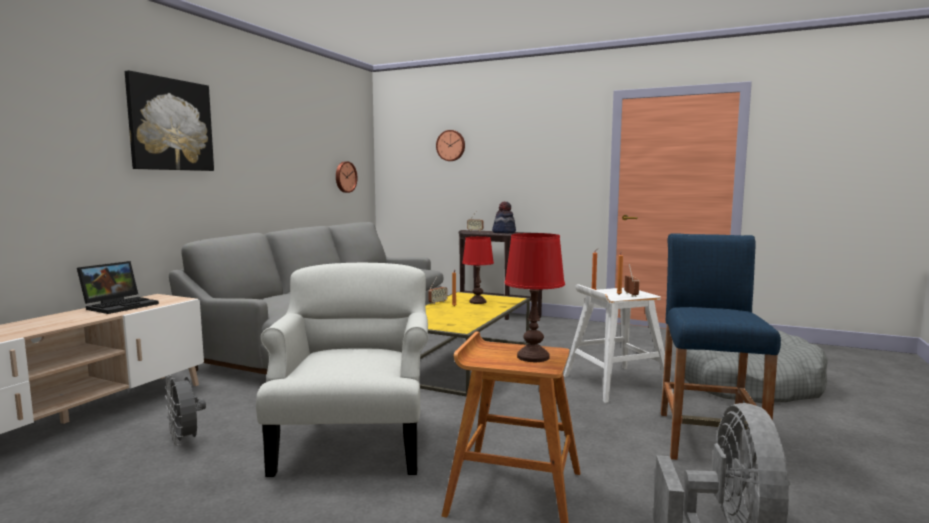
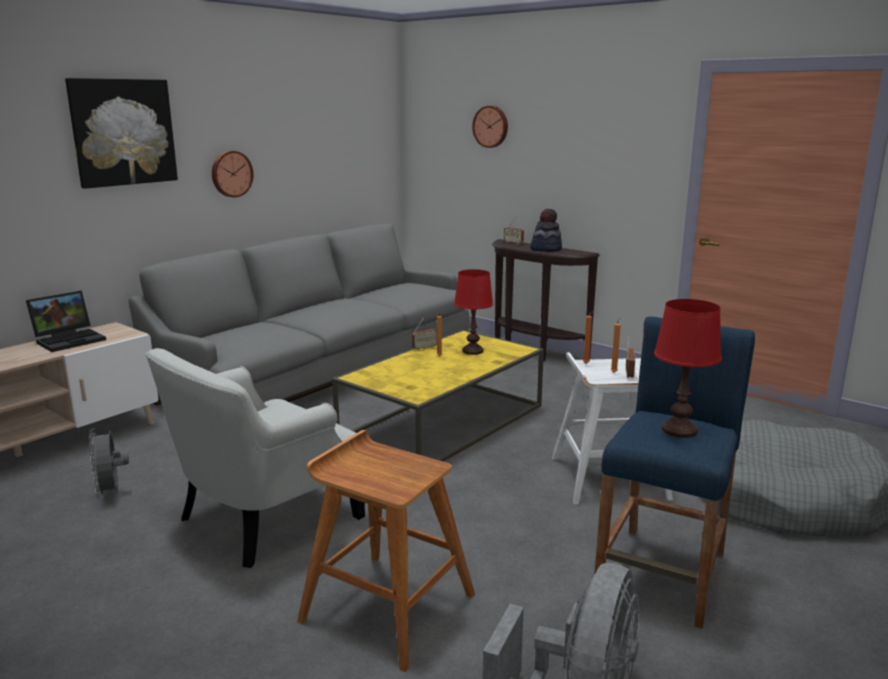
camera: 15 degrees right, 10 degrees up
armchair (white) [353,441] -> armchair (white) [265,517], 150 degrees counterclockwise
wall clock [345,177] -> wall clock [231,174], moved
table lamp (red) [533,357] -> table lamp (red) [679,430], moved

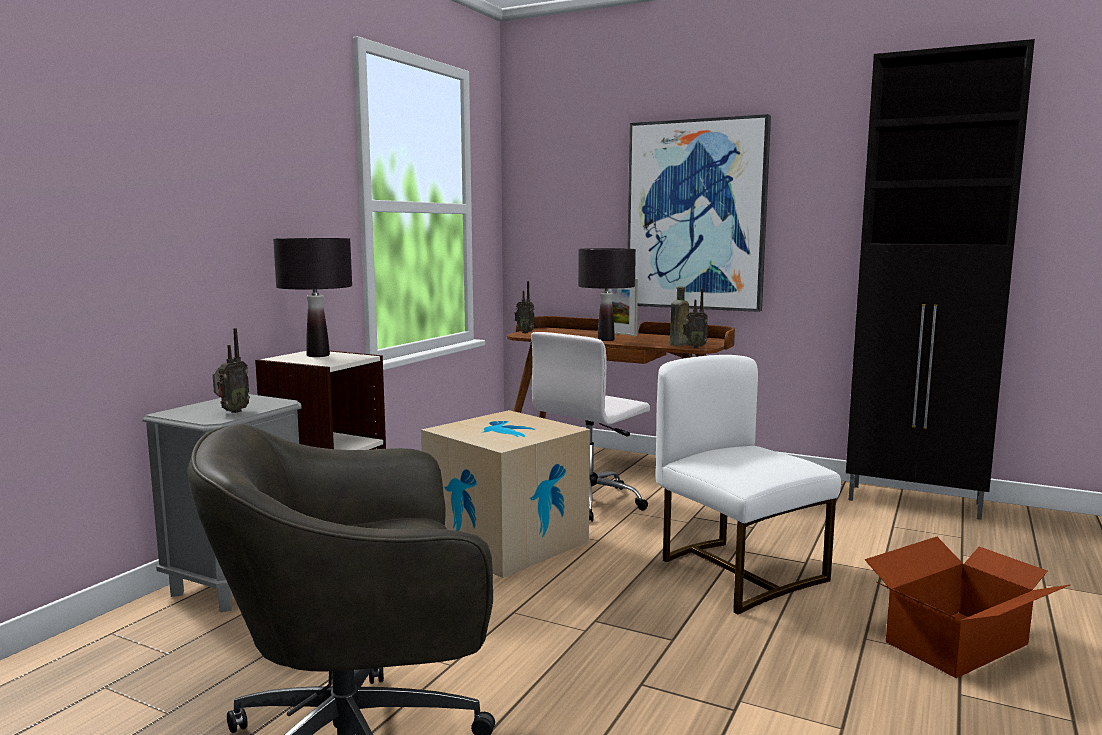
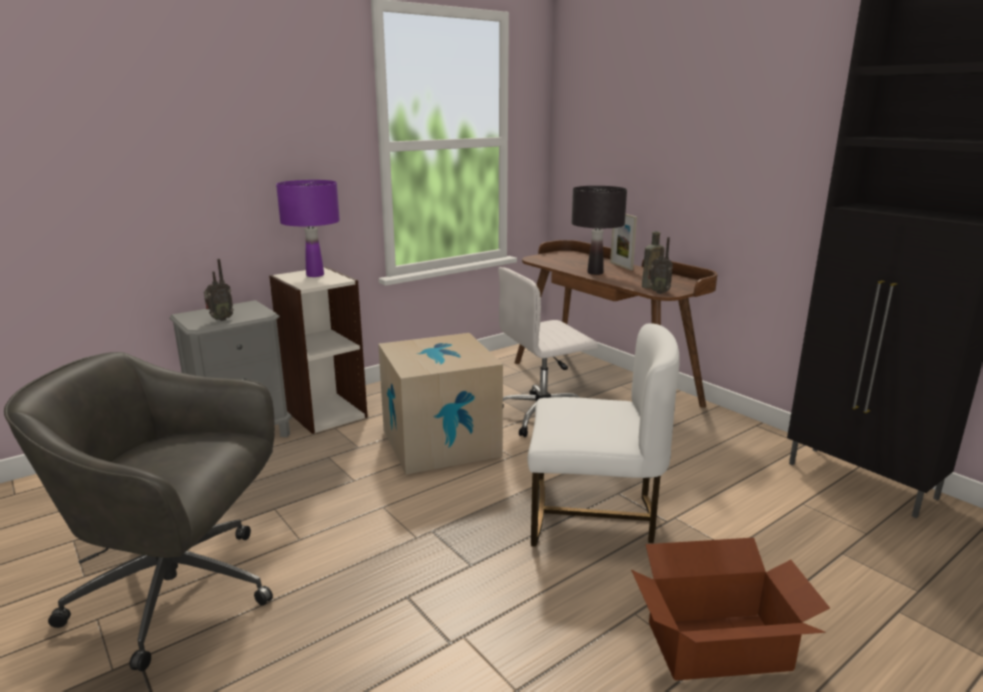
camera: 25 degrees right, 10 degrees up
table lamp (black) [318,355] -> table lamp (purple) [315,275]
radio [525,332] -> none
picture [696,215] -> none
chair (white) [736,572] -> chair (white) [592,515], 105 degrees clockwise

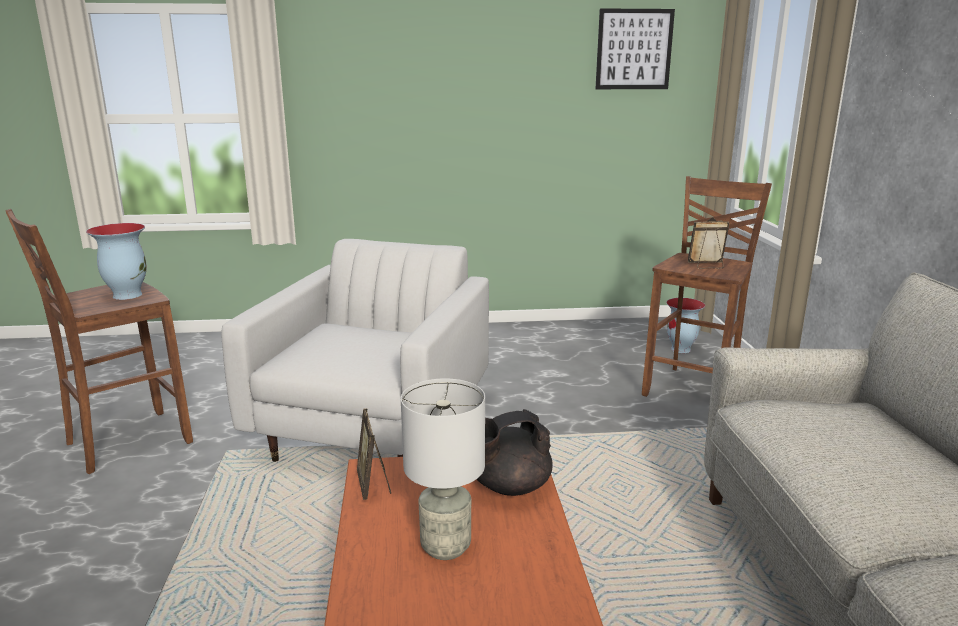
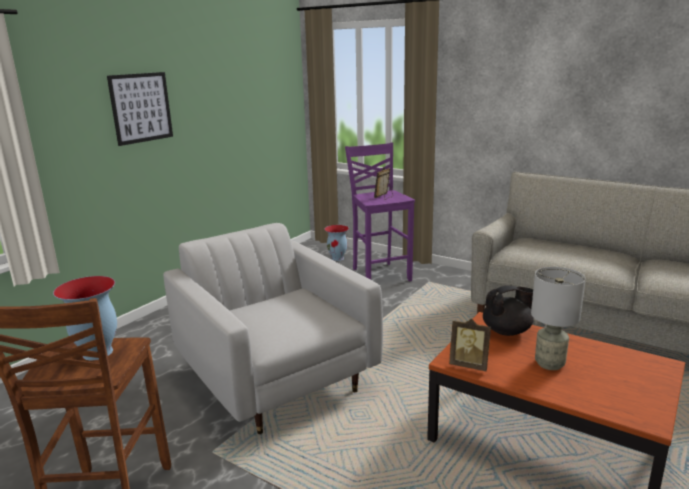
camera: 50 degrees left, 0 degrees up
teapot (black) [508,486] -> teapot (black) [507,331], 120 degrees counterclockwise
picture [634,49] -> picture [141,108], moved
stool (brown) [694,388] -> stool (purple) [380,274]

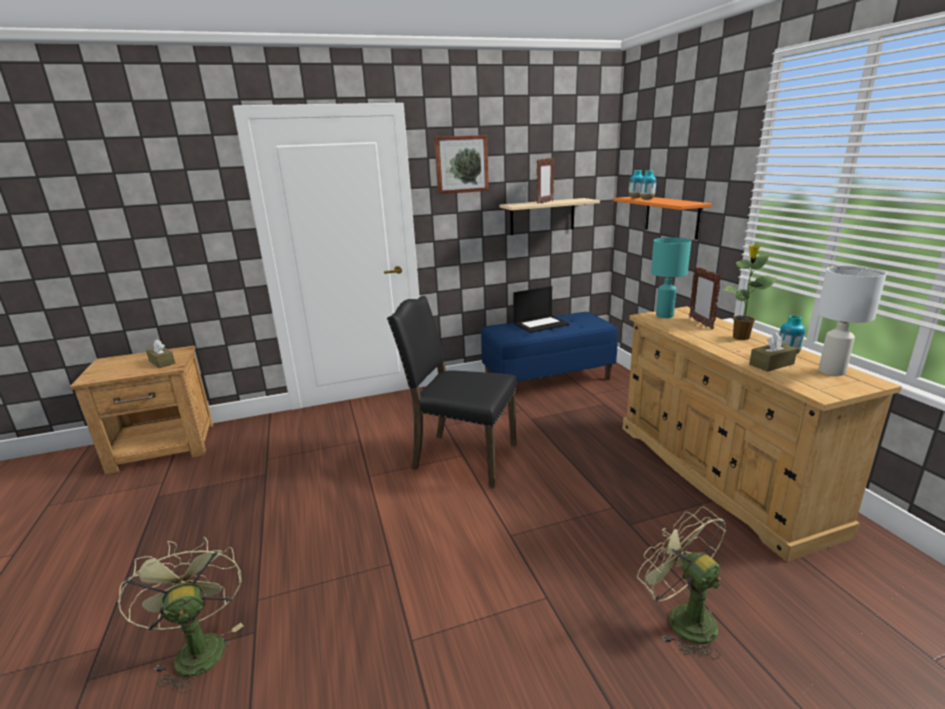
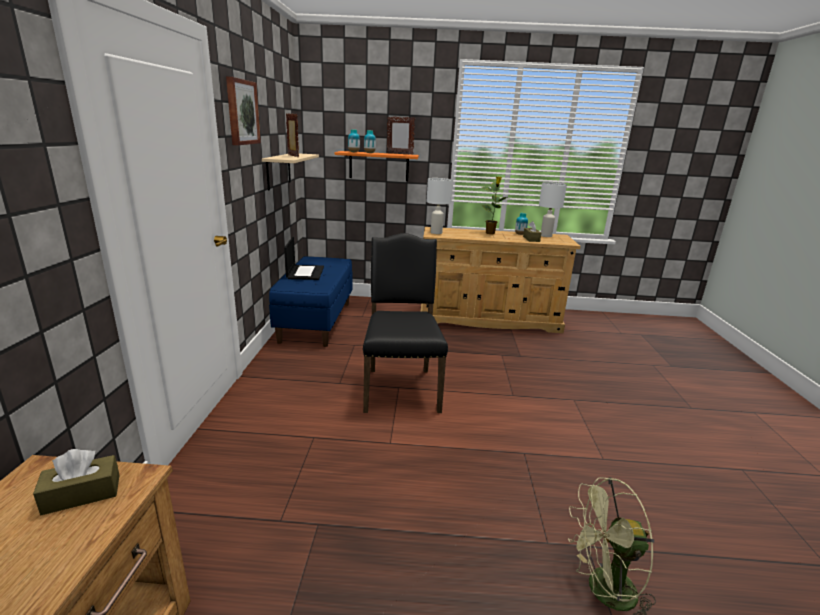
camera: 70 degrees left, 0 degrees up
chair (black) [462,457] -> chair (black) [400,388], 135 degrees clockwise
fan (green) [681,617] -> none
table lamp (turquoise) [665,315] -> table lamp (white) [436,232]
picture frame [700,323] -> picture frame [399,154], moved

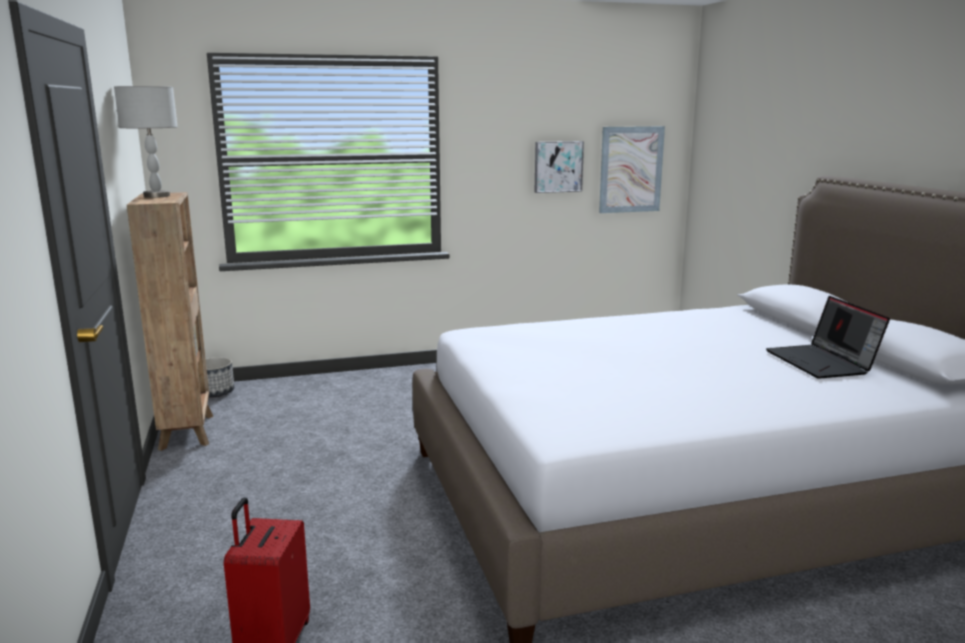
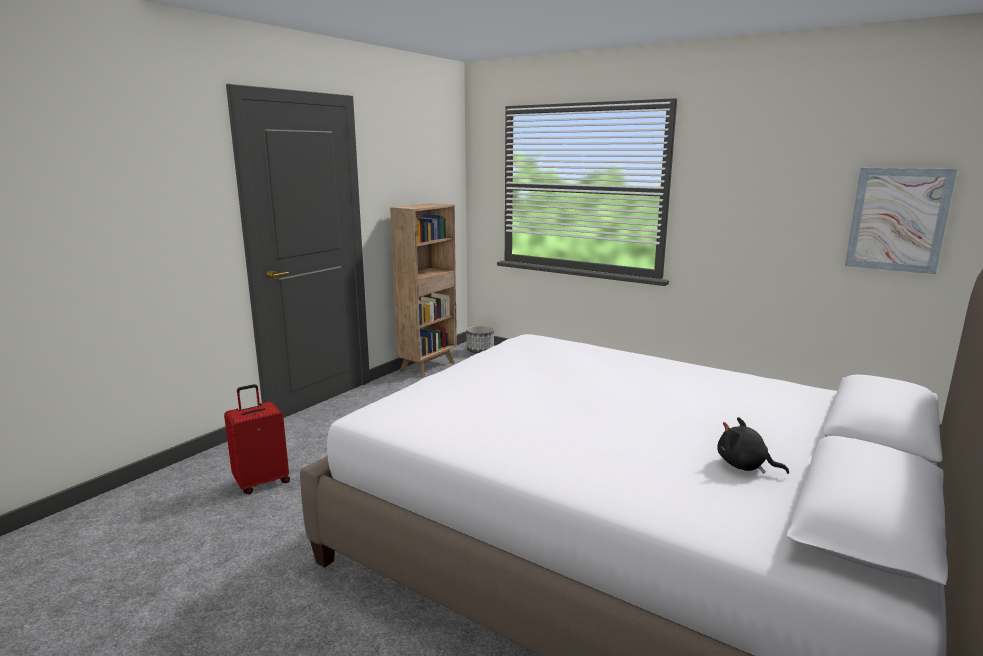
camera: 50 degrees right, 0 degrees up
table lamp (grey) [156,196] -> none
picture [558,166] -> none
laptop [822,363] -> plush toy (black) [744,466]

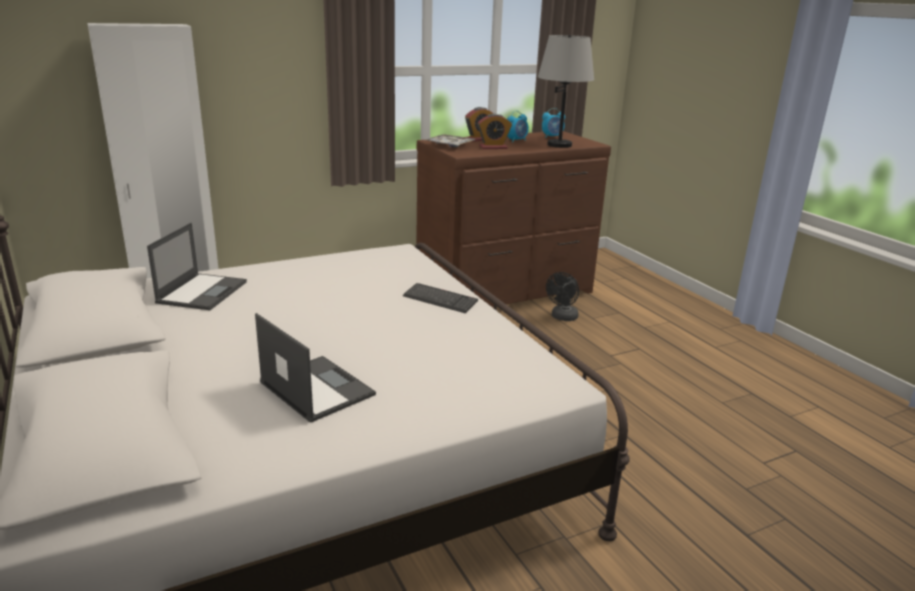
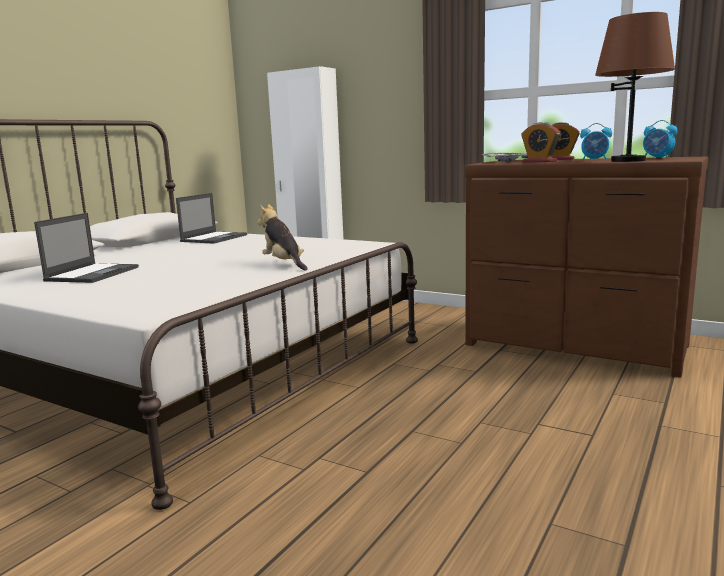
camera: 60 degrees right, 10 degrees down
laptop [202,292] -> laptop [214,238], 45 degrees counterclockwise
keyboard [440,300] -> plush toy [284,264]
table lamp (grey) [559,145] -> table lamp (brown) [628,160]
fan (black) [562,318] -> none

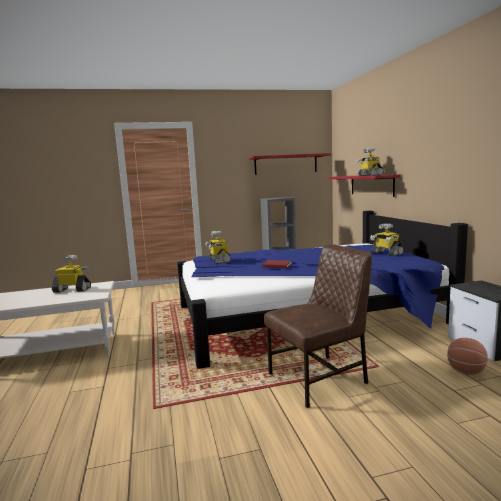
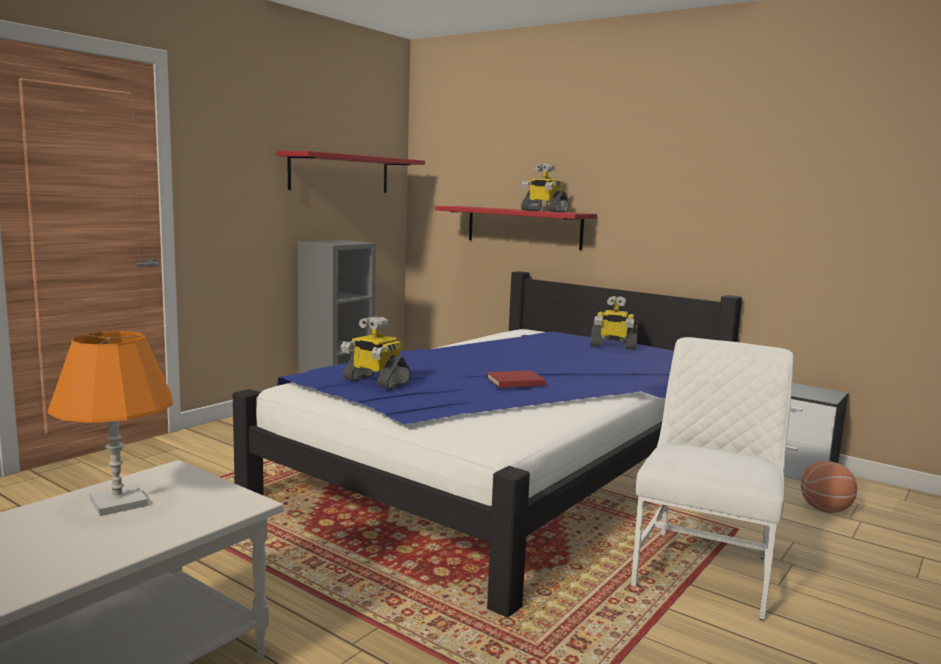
camera: 40 degrees left, 0 degrees up
toy robot [73,290] -> table lamp (orange) [118,502]
chair (brown) [319,379] -> chair (white) [705,571]

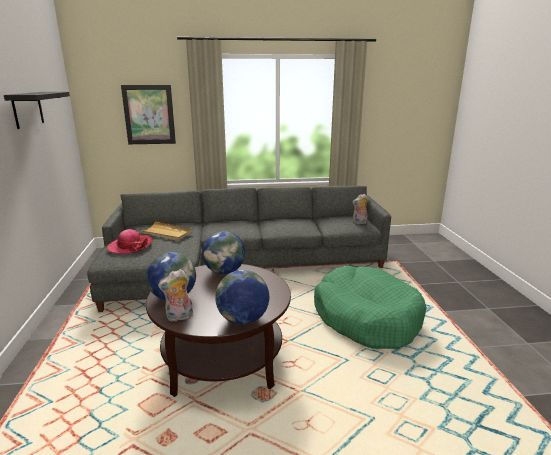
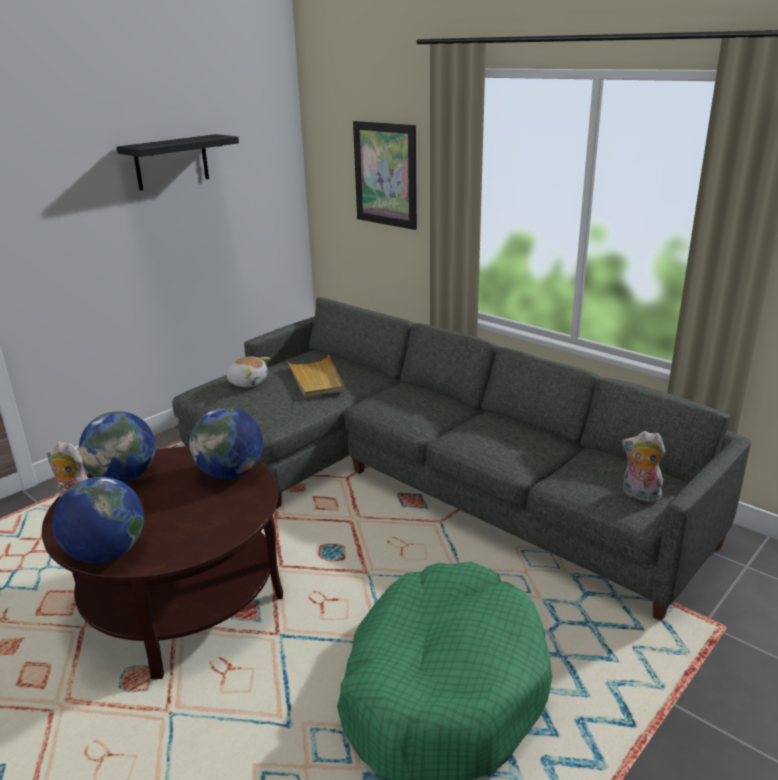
camera: 50 degrees right, 5 degrees up
hat [130,246] -> plush toy [248,382]

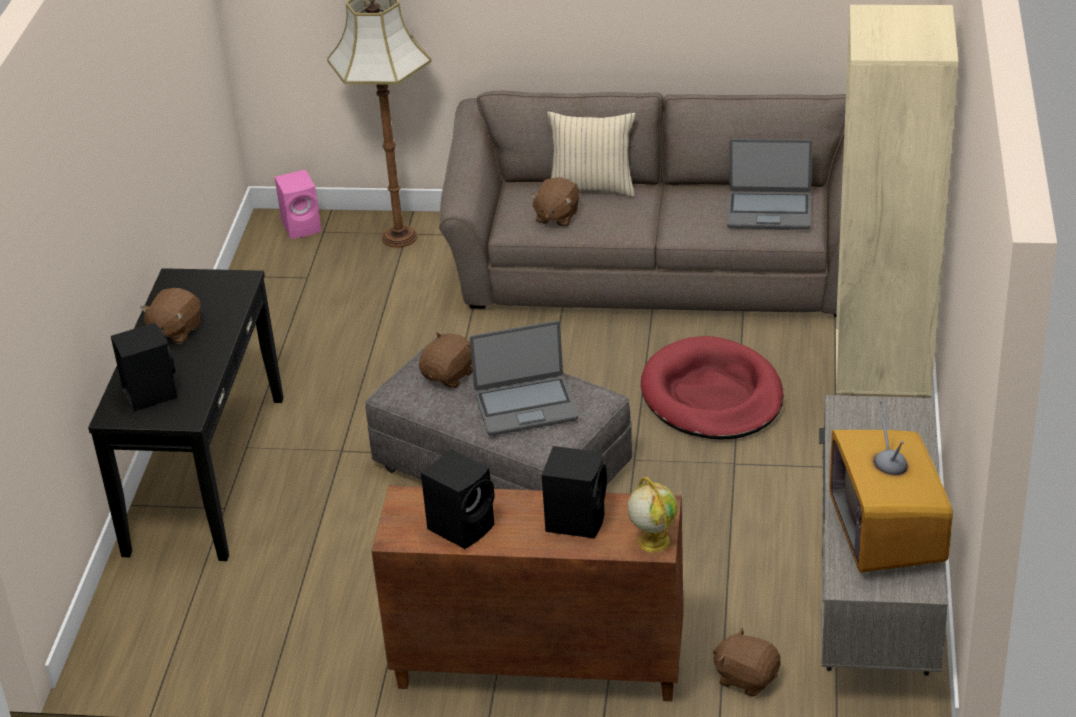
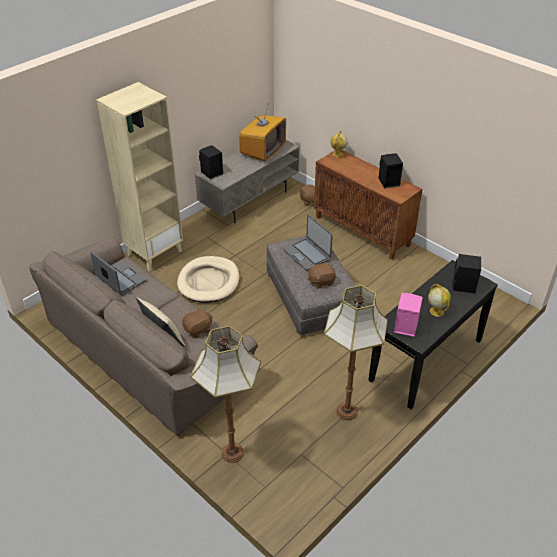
camera: 145 degrees left, 5 degrees up
plush toy (brown) [175,331] -> globe [436,311]
speaker (pink) [303,226] -> speaker (pink) [405,326], moved
laptop [525,406] -> laptop [307,254], 150 degrees counterclockwise
speaker (black) [576,519] -> speaker (black) [211,173], moved
dog bed (red) [712,395] -> dog bed (beige) [209,282]
none -> floor lamp [348,411]

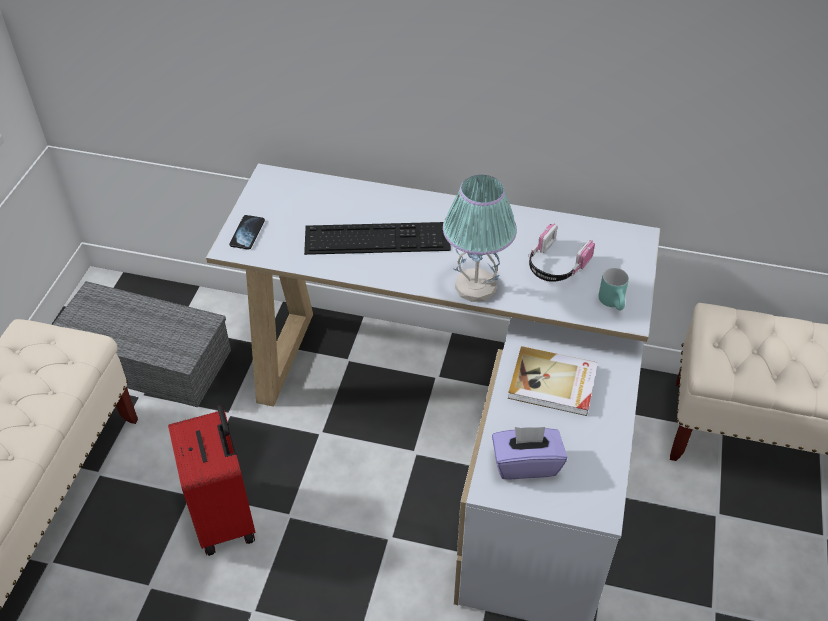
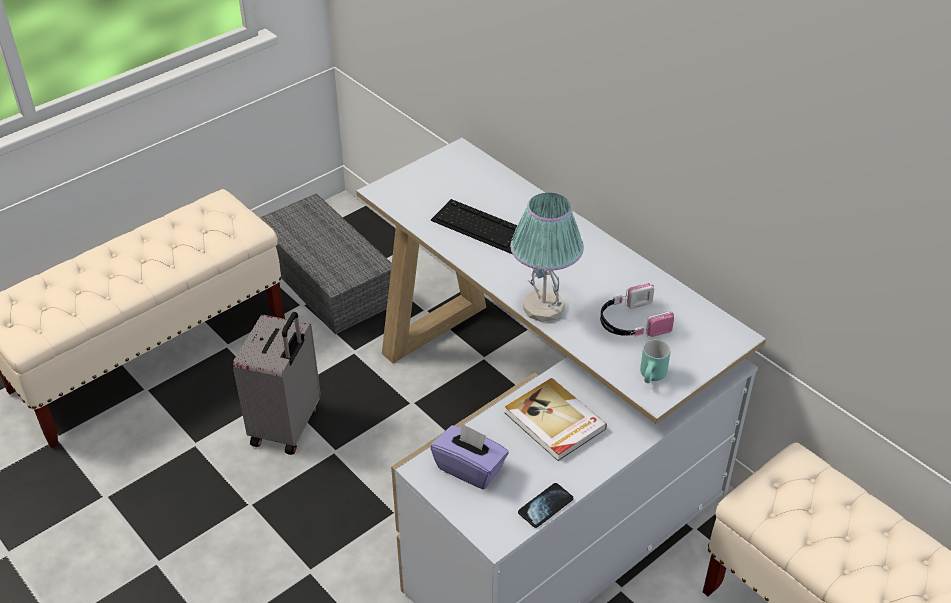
camera: 35 degrees right, 5 degrees down
suitcase (red) [226,517] -> suitcase (grey) [287,426]
phone [247,233] -> phone [545,506], moved

